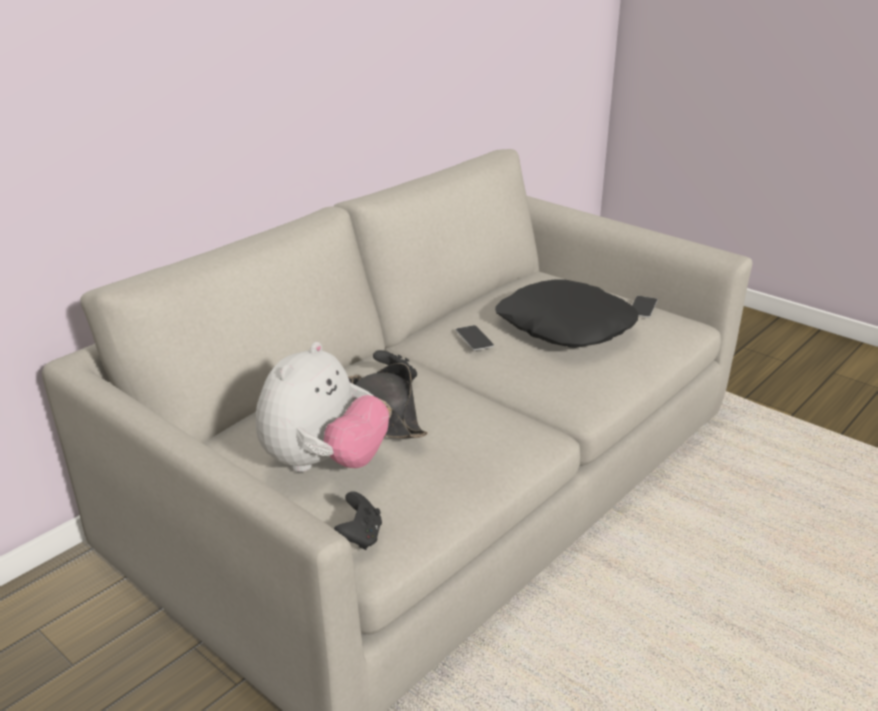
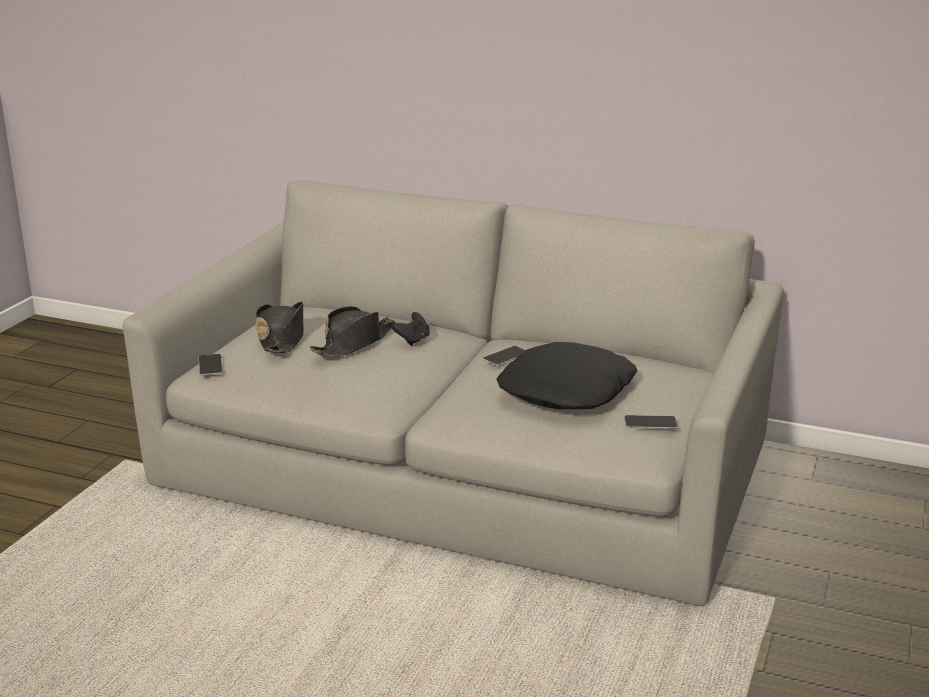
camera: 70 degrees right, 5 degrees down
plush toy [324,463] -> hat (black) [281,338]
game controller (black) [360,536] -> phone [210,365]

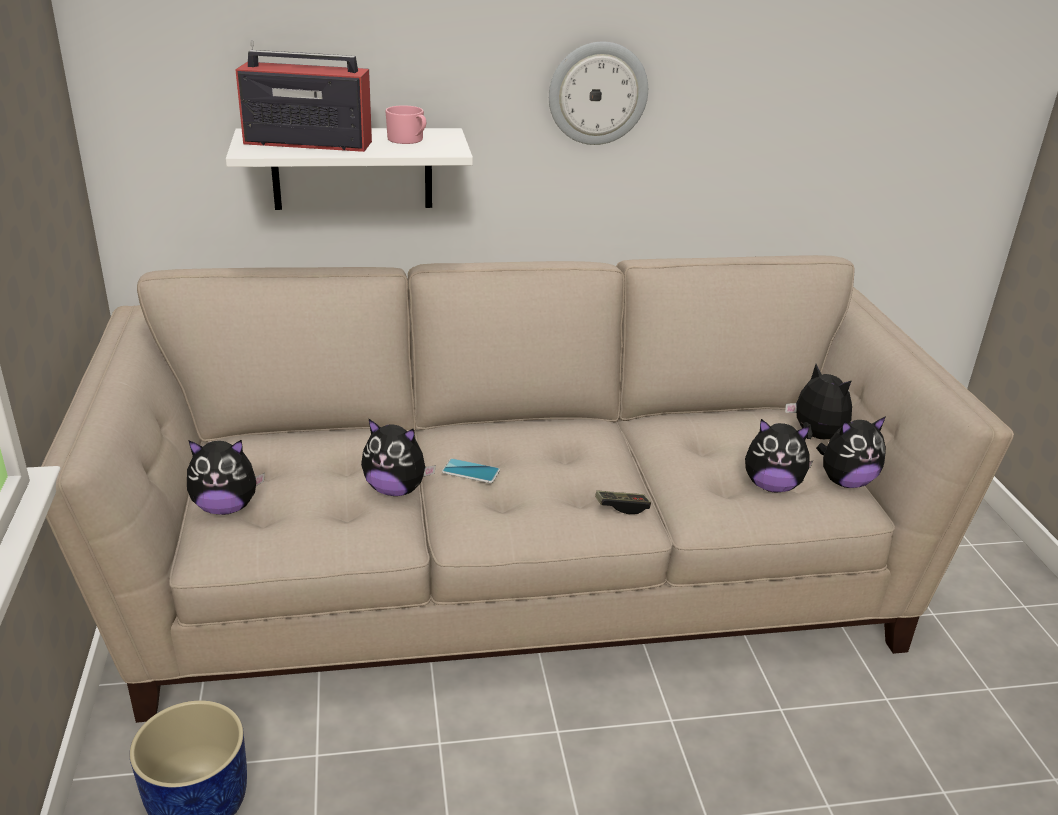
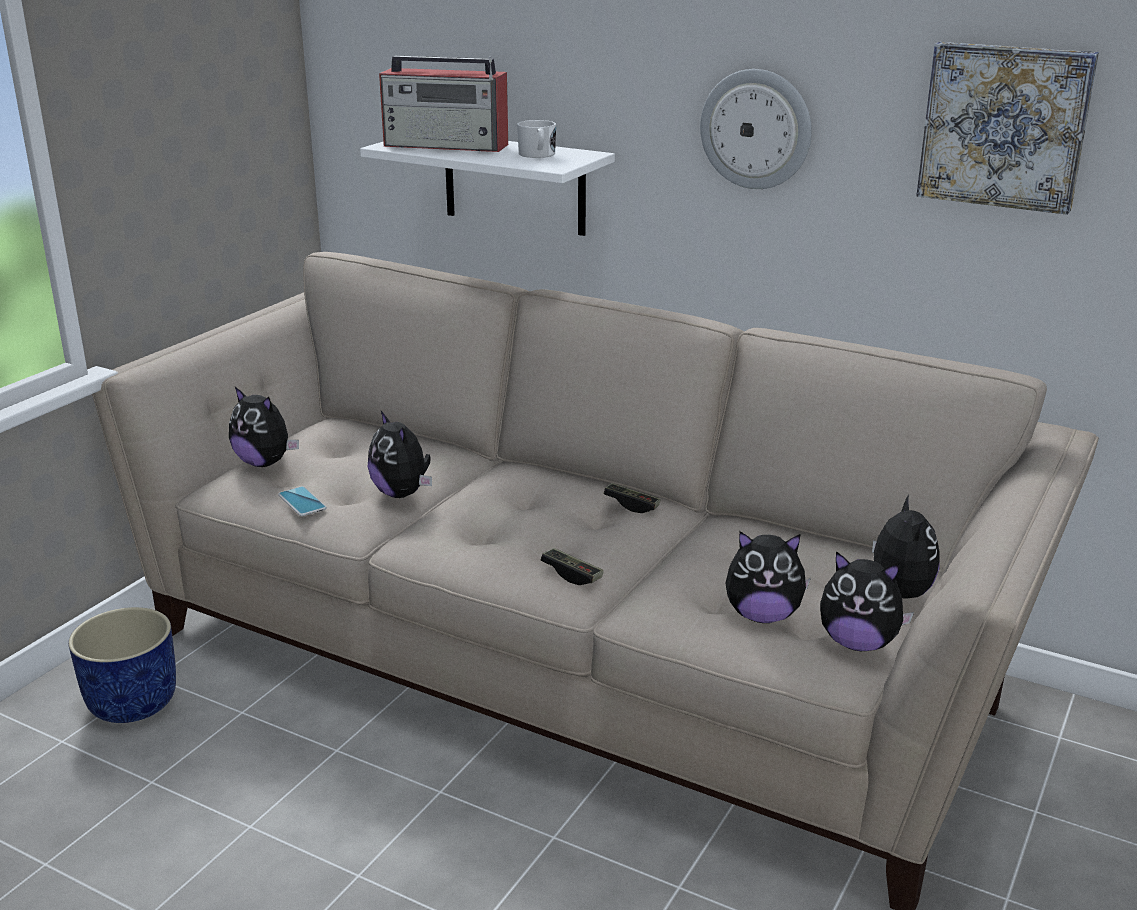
camera: 40 degrees right, 5 degrees down
radio [306,142] -> radio [447,146], 150 degrees clockwise
mug (pink) [408,140] -> mug (white) [537,155]
phone [471,471] -> phone [302,502], moved
plush toy [772,486] -> plush toy [763,615], 45 degrees counterclockwise
none -> game controller [631,505]
none -> picture [1005,126]

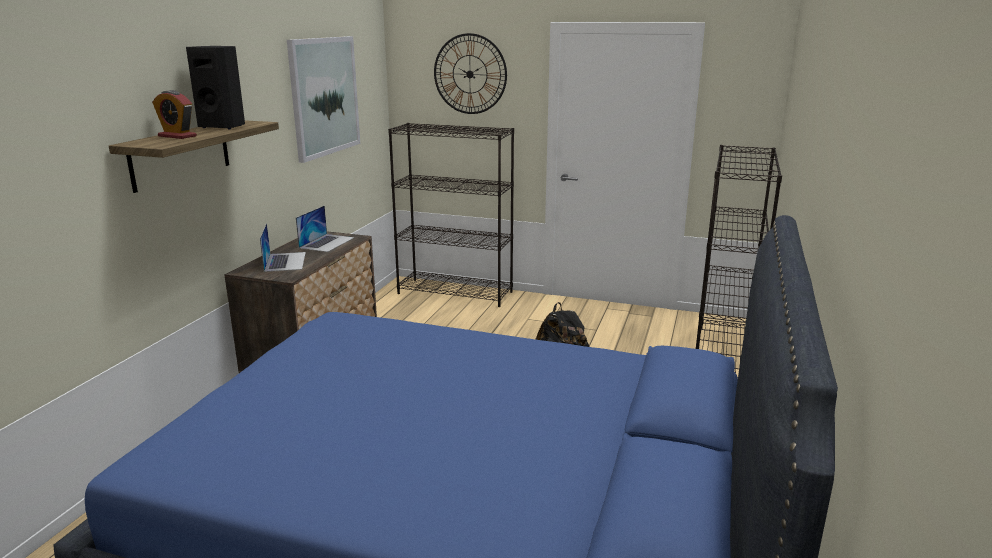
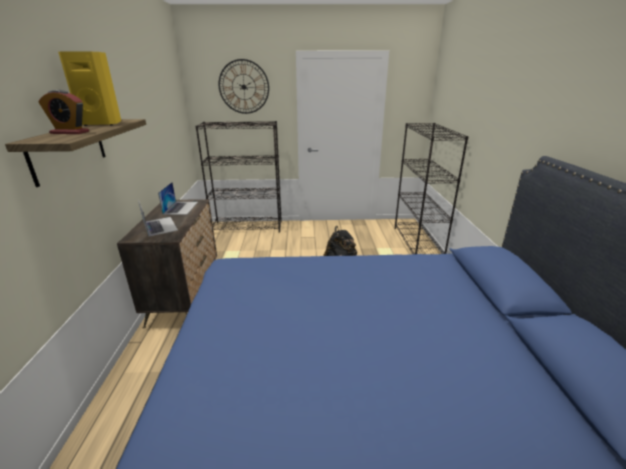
camera: 20 degrees left, 5 degrees up
speaker (black) [223,127] -> speaker (yellow) [103,124]
picture [324,96] -> none

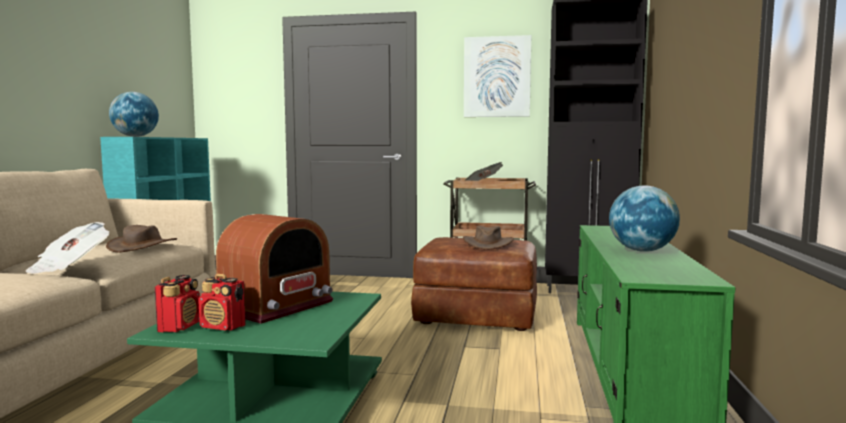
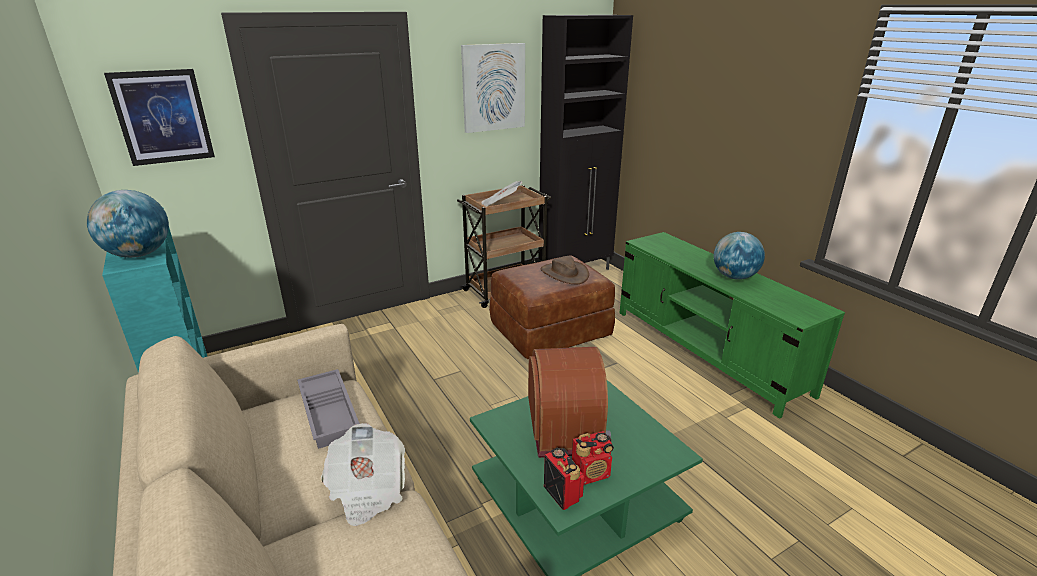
camera: 40 degrees left, 20 degrees up
hat (brown) [143,246] -> tray (grey) [330,412]
none -> picture [162,117]

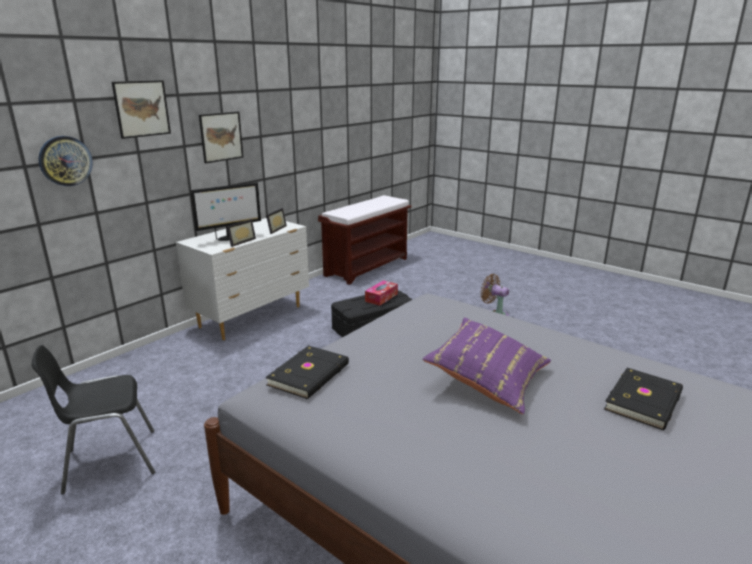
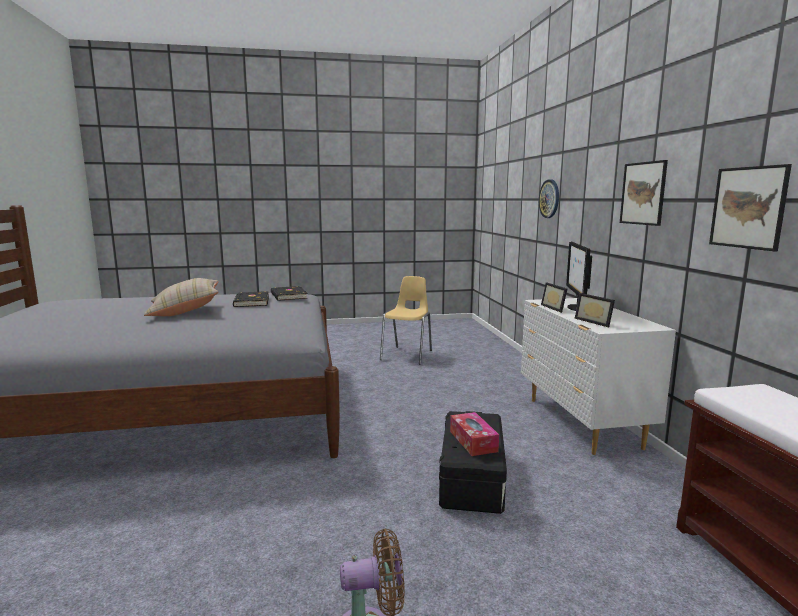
camera: 130 degrees right, 10 degrees down
chair (black) [110,461] -> chair (yellow) [407,355]
picture [142,108] -> picture [748,207], moved
pillow (purple) [487,380] -> pillow (beige) [185,311]
book (black) [645,401] -> book (black) [250,302], moved

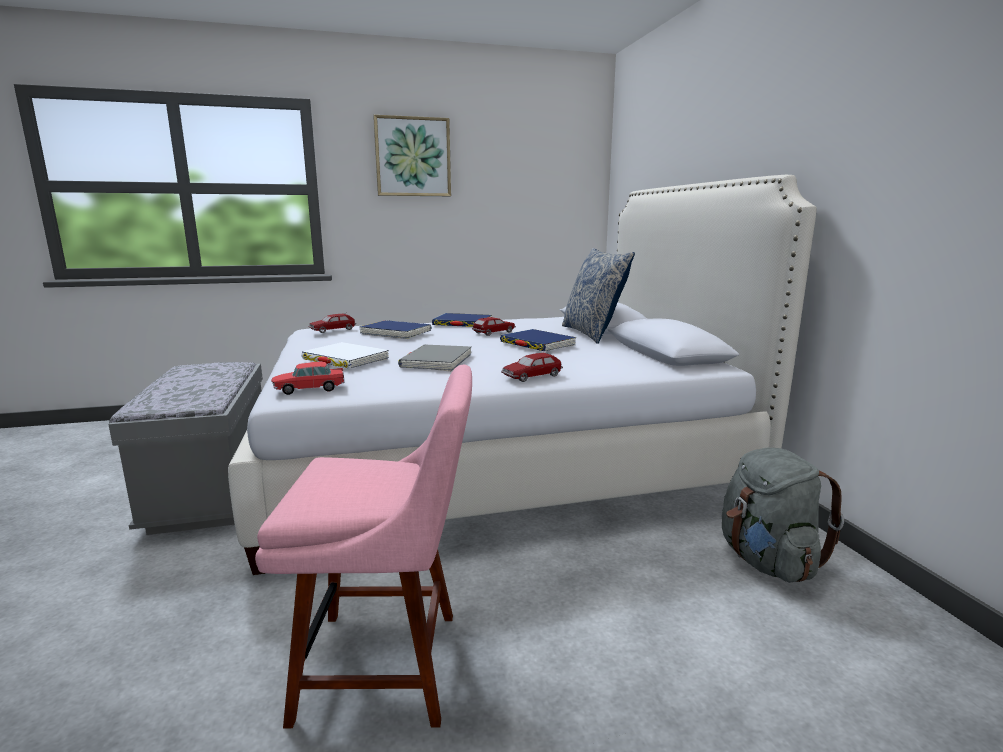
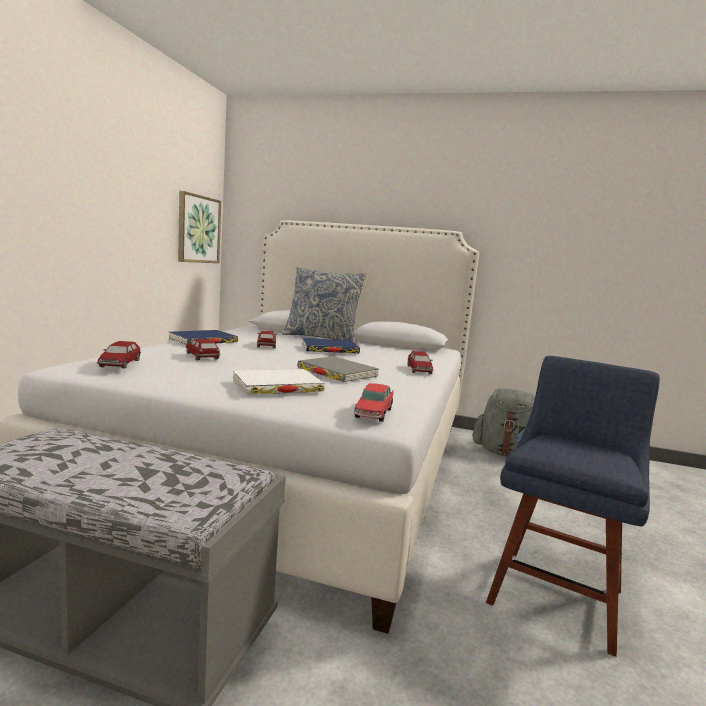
camera: 60 degrees left, 5 degrees down
chair (pink) [389,665] -> chair (blue) [557,591]
book (blue) [396,332] -> toy car [201,356]
picture [413,157] -> picture [198,229], moved

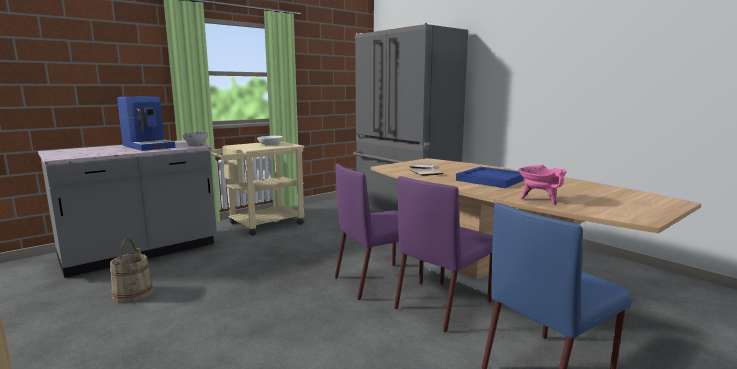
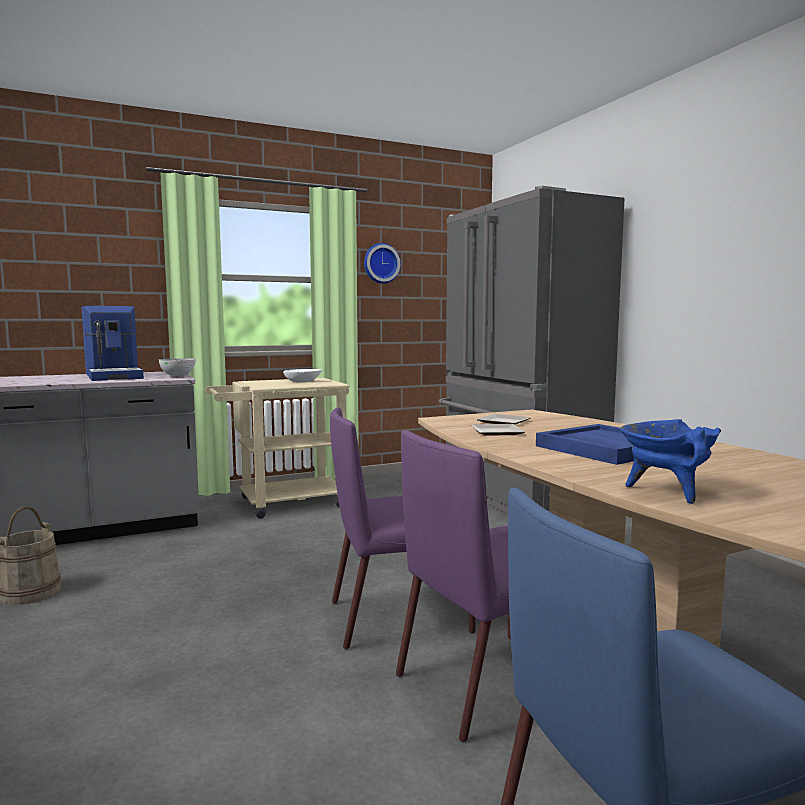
camera: 15 degrees right, 5 degrees down
cooking pot (pink) [540,200] -> cooking pot (blue) [667,491]
none -> wall clock [381,263]

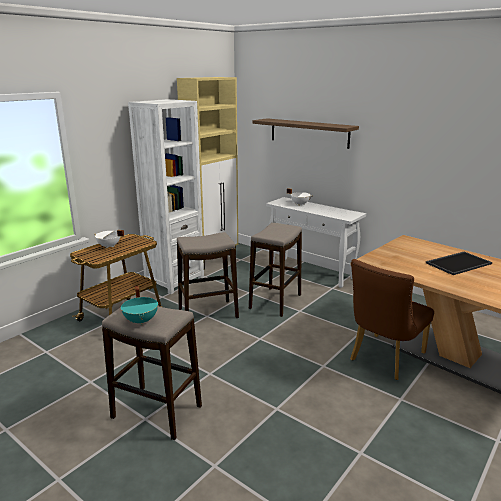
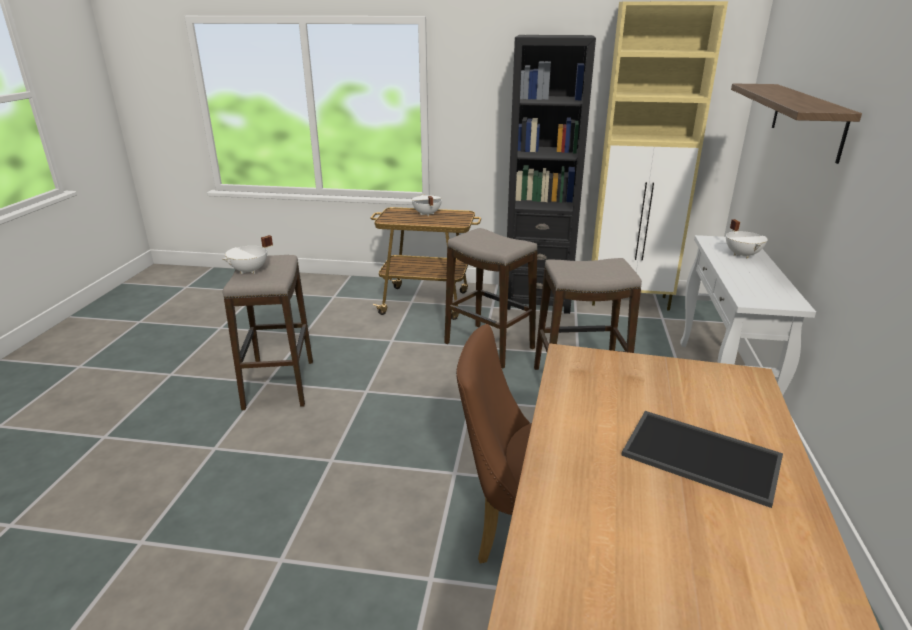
camera: 60 degrees right, 5 degrees up
cooking pot (turquoise) [141,321] -> cooking pot (white) [250,271]
bookcase (white) [174,280] -> bookcase (black) [537,299]

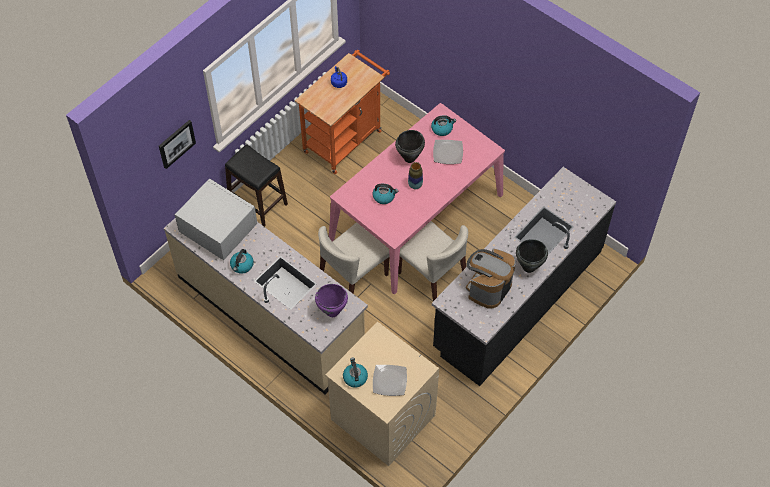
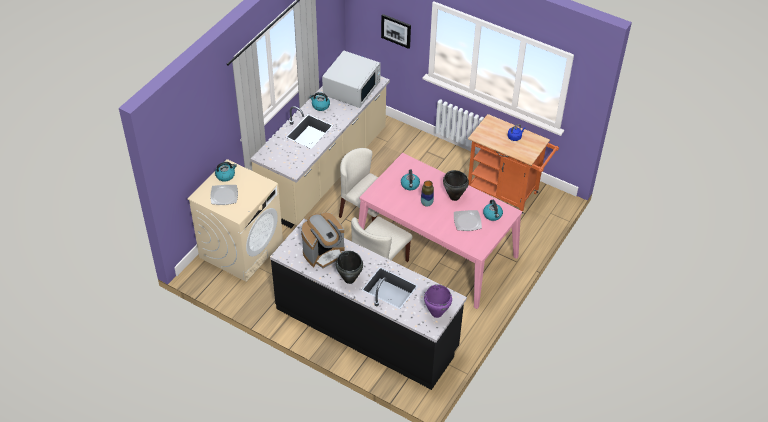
camera: 80 degrees right, 10 degrees down
stool (black) [257,203] -> none
cooking pot (purple) [332,312] -> cooking pot (purple) [436,313], moved
coffee machine [488,287] -> coffee machine [324,253], 120 degrees clockwise

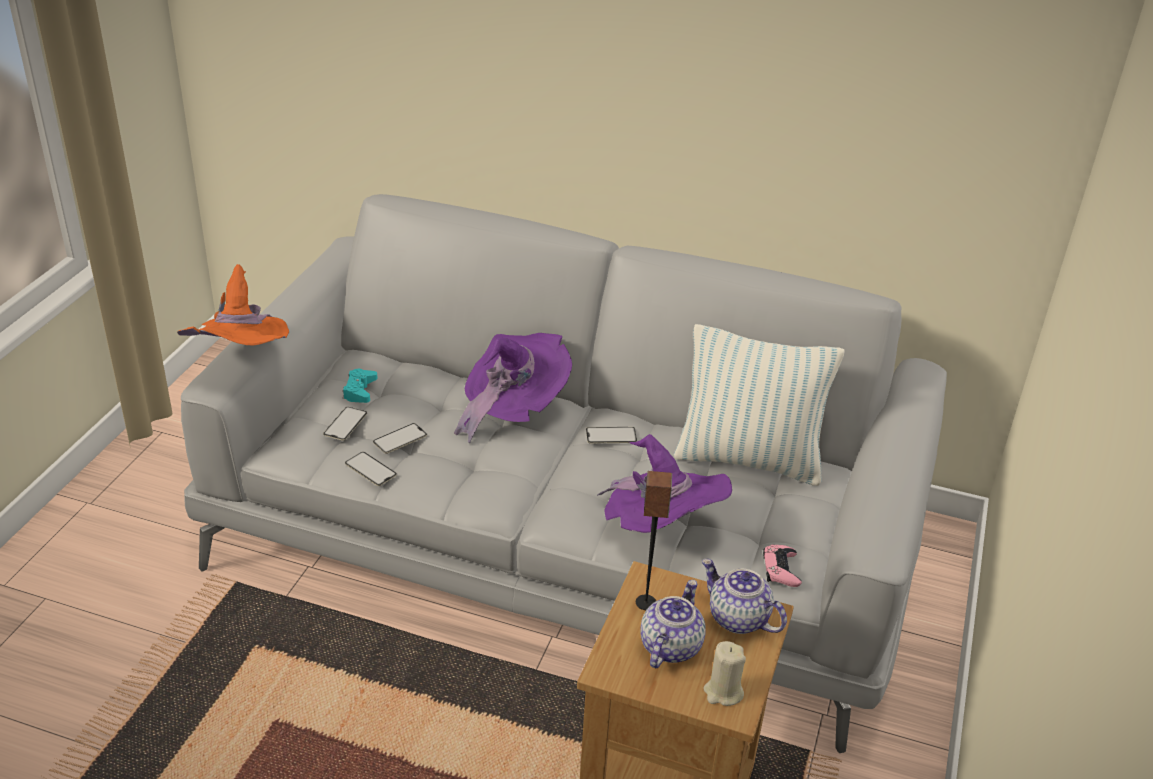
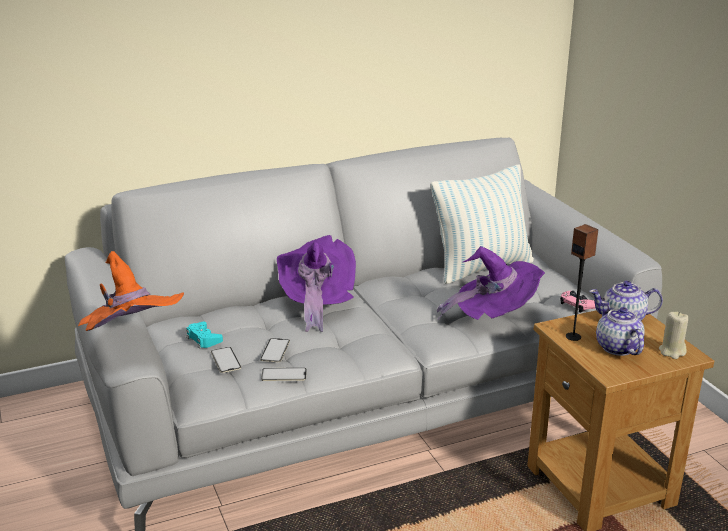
camera: 40 degrees left, 10 degrees down
phone [611,435] -> none

